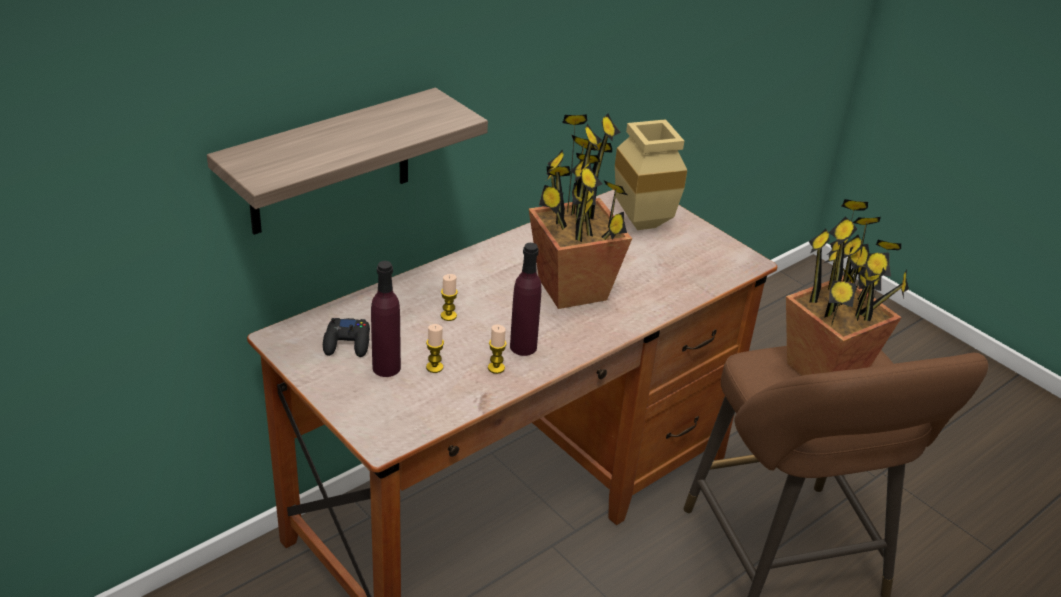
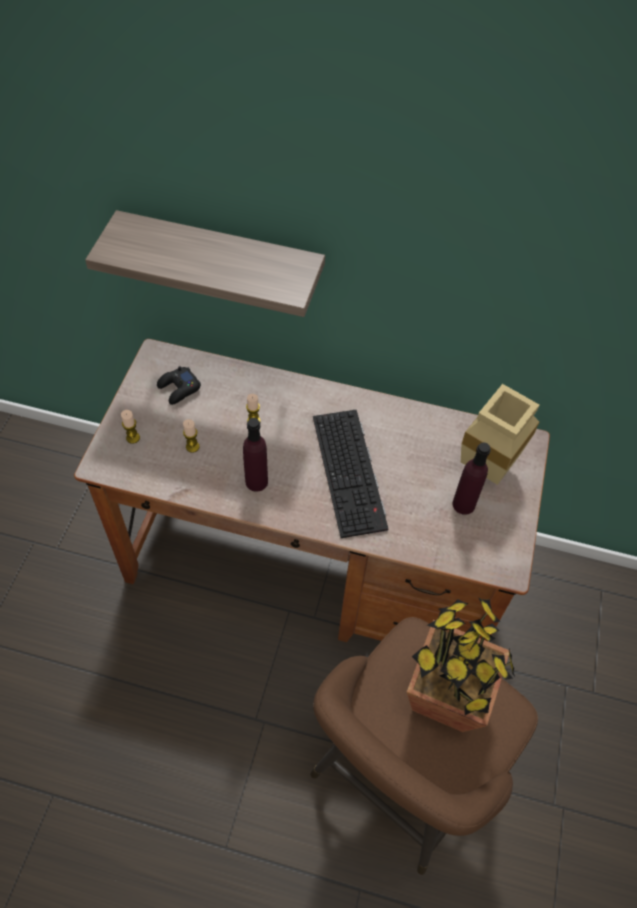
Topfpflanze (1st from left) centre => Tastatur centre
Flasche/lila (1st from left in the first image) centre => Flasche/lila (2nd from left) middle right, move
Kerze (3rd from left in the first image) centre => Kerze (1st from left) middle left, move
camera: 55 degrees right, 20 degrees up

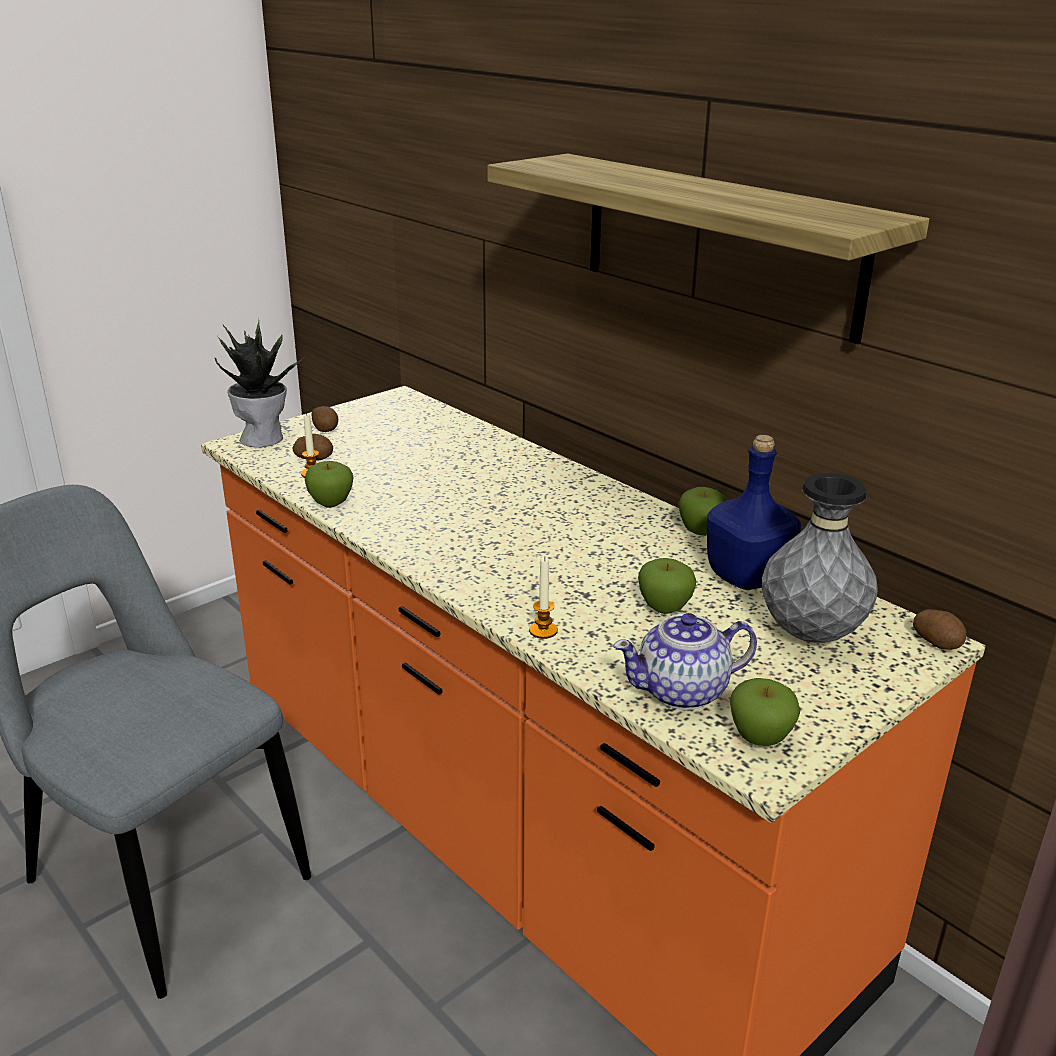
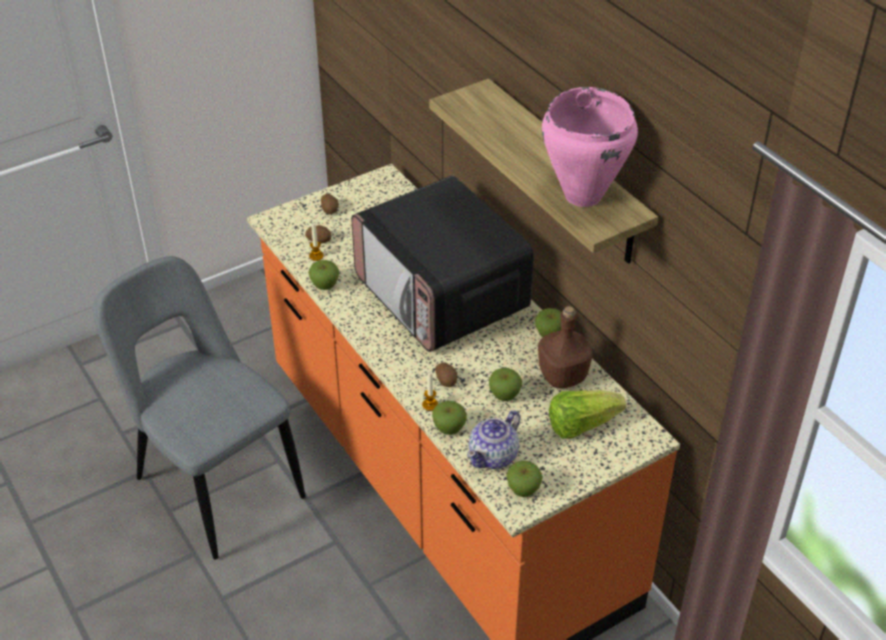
Topfpflanze middle left => nothing
Flasche/blau middle right => Flasche/braun centre
Vase/grau middle right => Salatkopf centre
Kartoffel (3rd from left) middle right => Kartoffel (3rd from left) centre, move
Teekanne centre => Teekanne bottom centre, 45 degrees counterclockwise
nothing => Kochtopf/rosa top centre
nothing => Mikrowelle centre
nothing => Apfel (2nd from left) centre
camera: 10 degrees right, 15 degrees up

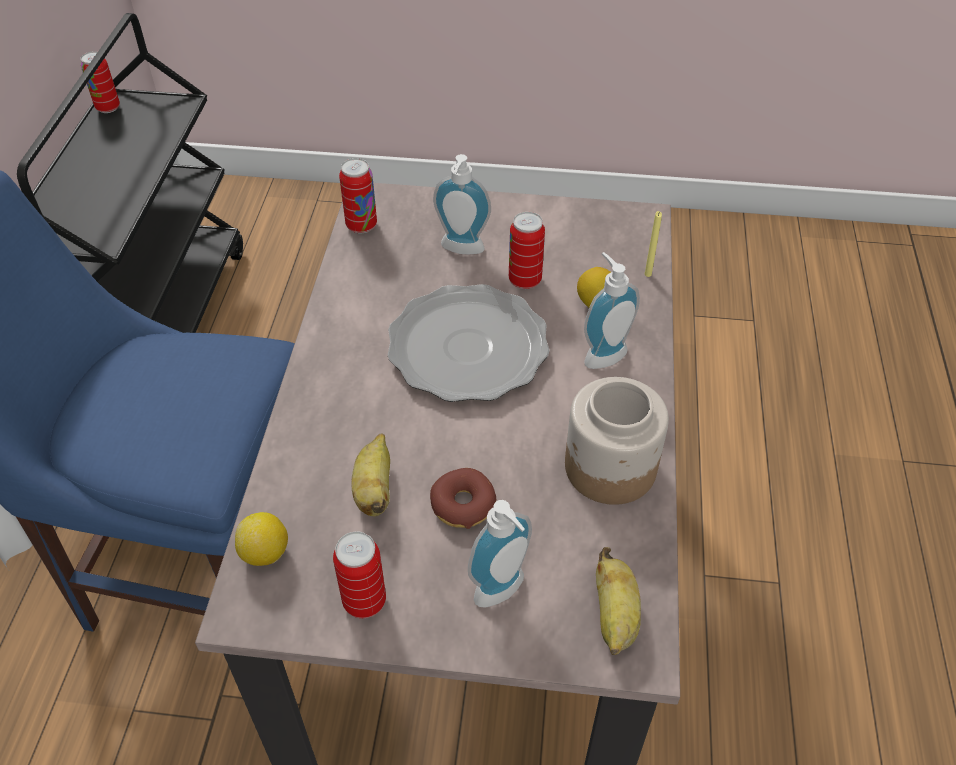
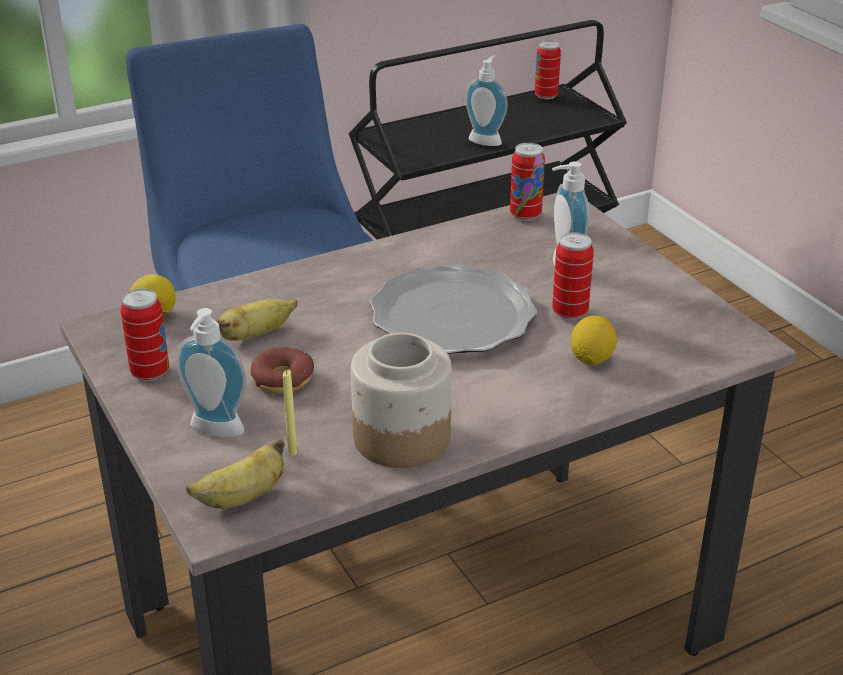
Kerze/gelb top right => Kerze/gelb centre, move
Seifenspender (3rd from left in the first image) centre => Seifenspender (2nd from left) top centre, move
camera: 55 degrees right, 15 degrees down

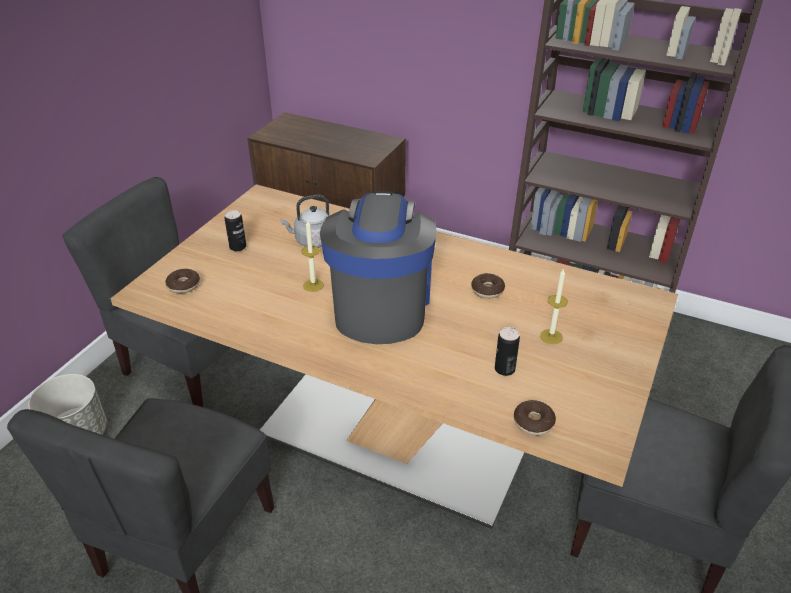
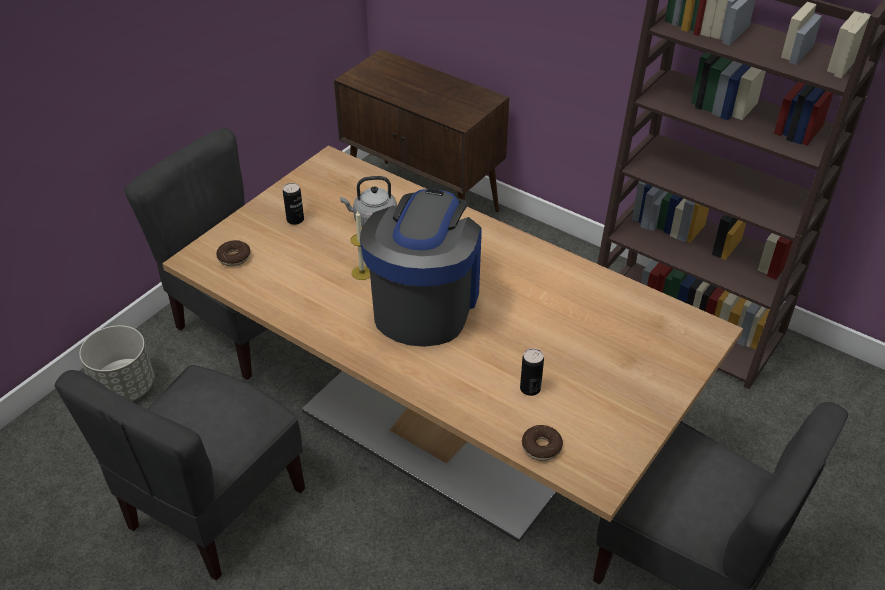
Kerze (2nd from left) middle right => nothing
Donut (2nd from left) centre => nothing
camera: 10 degrees right, 5 degrees up

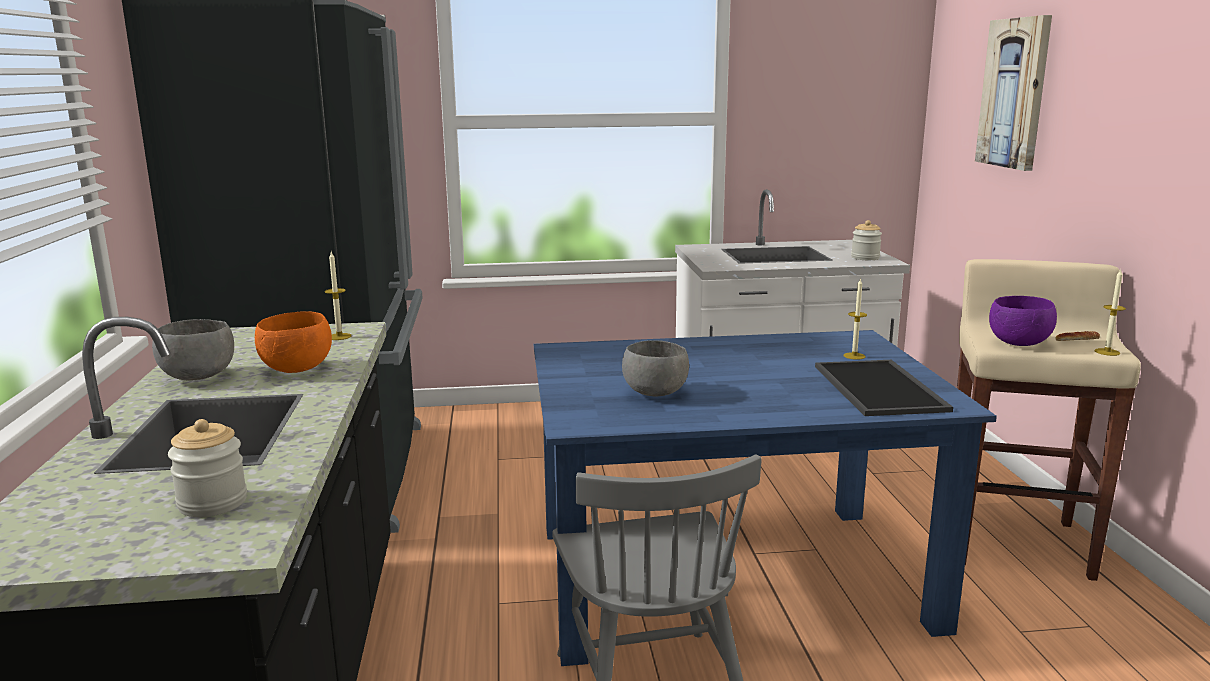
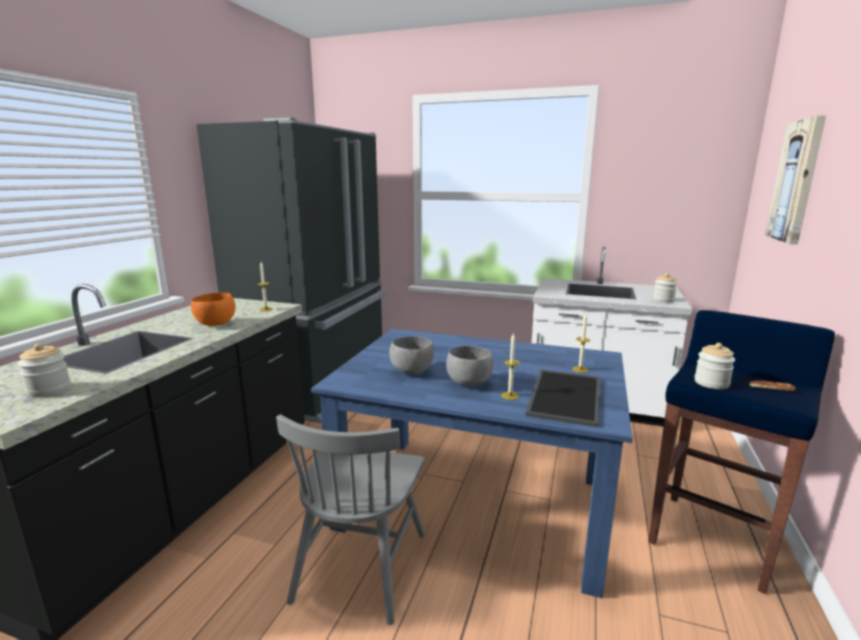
Hocker/beige middle right => Hocker/blau bottom right
Kerze (3rd from left in the first image) middle right => Kerze (2nd from left) centre, move
Schüssel/lila middle right => Vorratsglas (3rd from left) middle right
Schüssel/grau (1st from left in the first image) middle left => Schüssel/grau (2nd from left) centre, move
camera: 25 degrees right, 0 degrees up

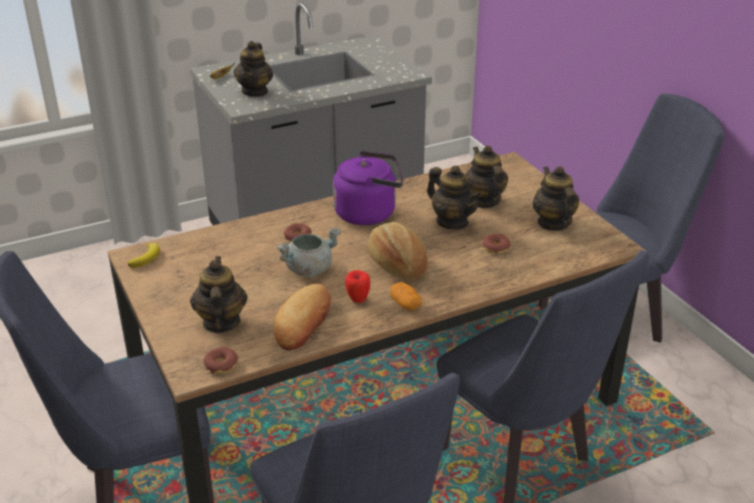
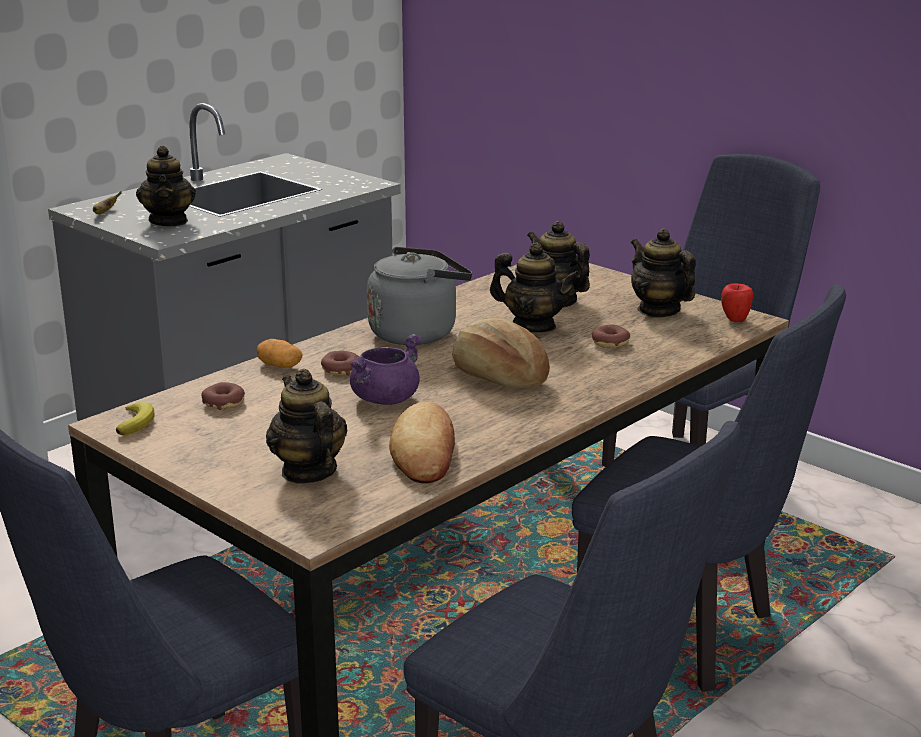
Wasserkessel/lila centre => Wasserkessel/grau centre
Kochtopf/grau centre => Kochtopf/lila centre
Apfel centre => Apfel middle right, move
Kartoffel centre => Kartoffel middle left, move
Donut (1st from left) bottom left => Donut (1st from left) middle left, move
camera: 20 degrees left, 10 degrees down

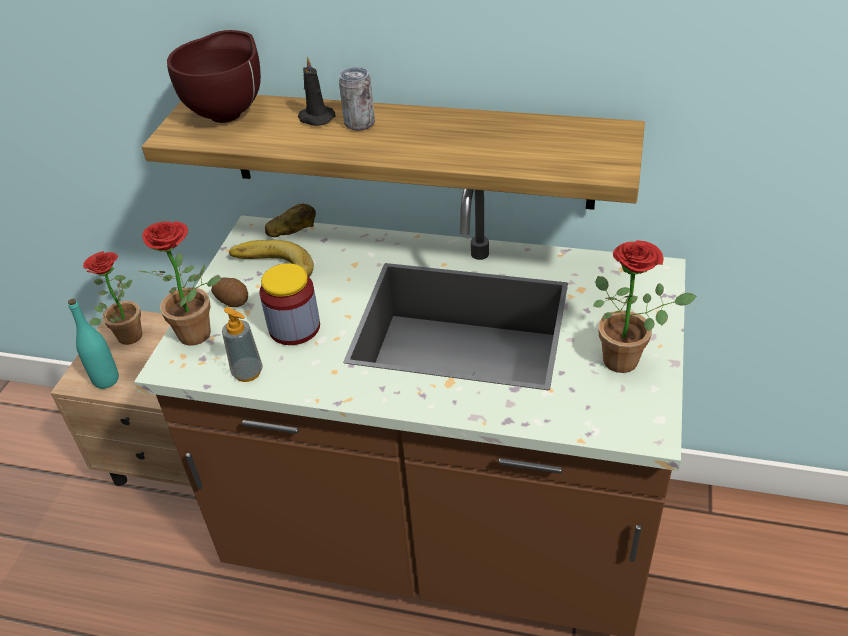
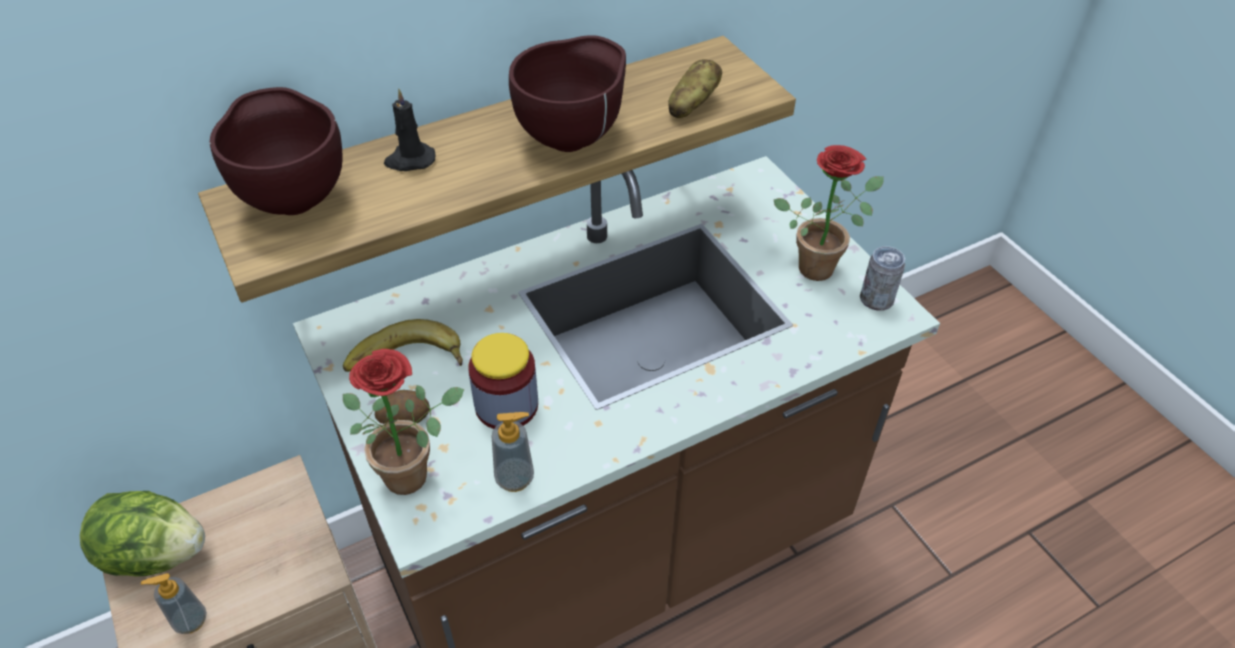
Dose top centre => Dose middle right, move
Kartoffel (2nd from left) centre => Kartoffel (2nd from left) top centre, move
Topfpflanze (1st from left) middle left => Salatkopf bottom left
Flasche/türkis middle left => Seifenspender (1st from left) bottom left
nothing => Schüssel/braun (2nd from left) top centre
camera: 45 degrees left, 5 degrees up

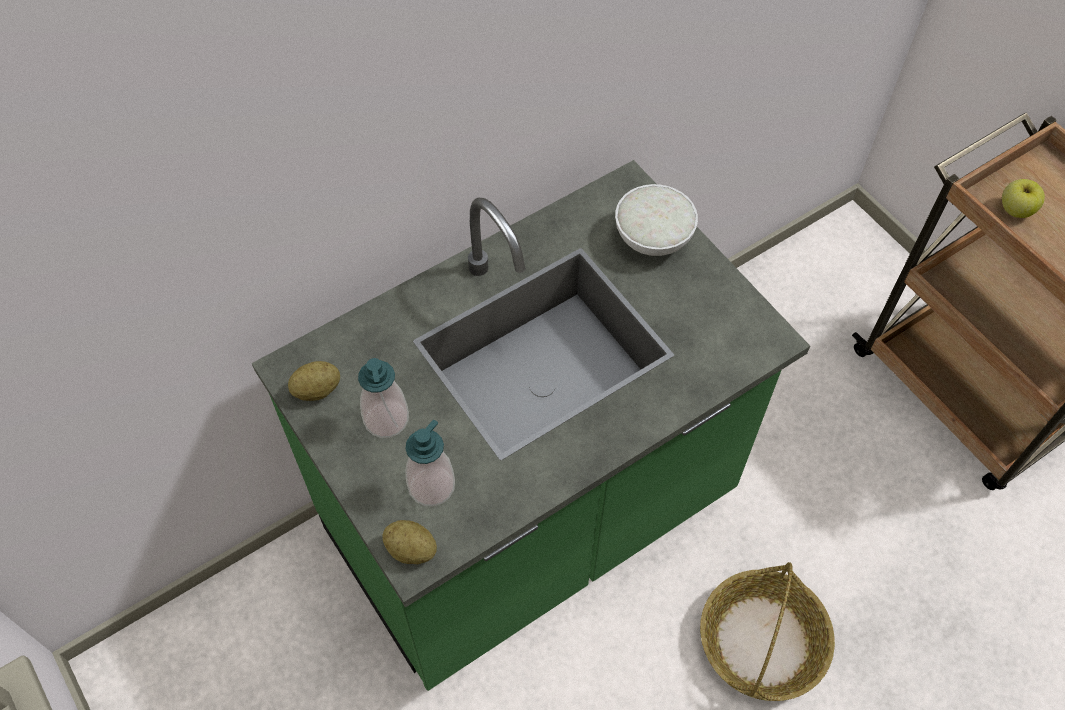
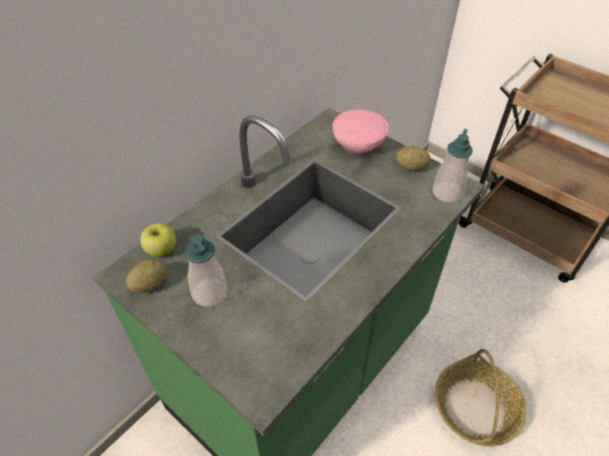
Apfel top right => Apfel middle left, move
Schüssel/weiß top centre => Schüssel/rosa top centre
Seifenspender (2nd from left) centre => Seifenspender (2nd from left) middle right, move
Kartoffel (2nd from left) bottom centre => Kartoffel (2nd from left) middle right, move
camera: 15 degrees left, 10 degrees down

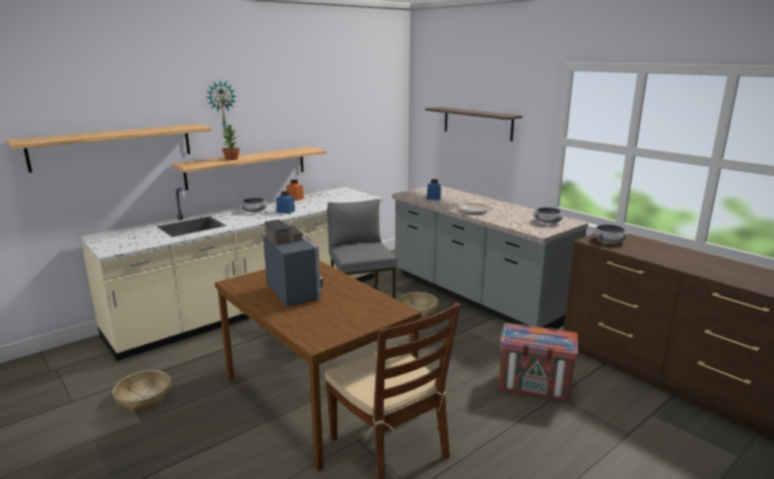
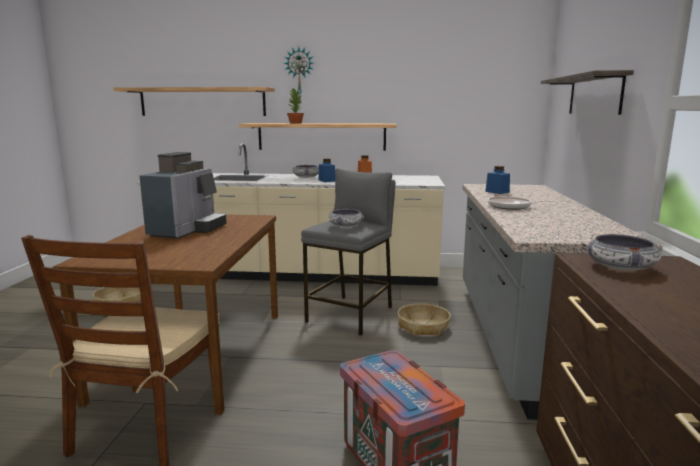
Schüssel (2nd from left) middle right => Schüssel (2nd from left) centre, move
camera: 45 degrees right, 5 degrees down

